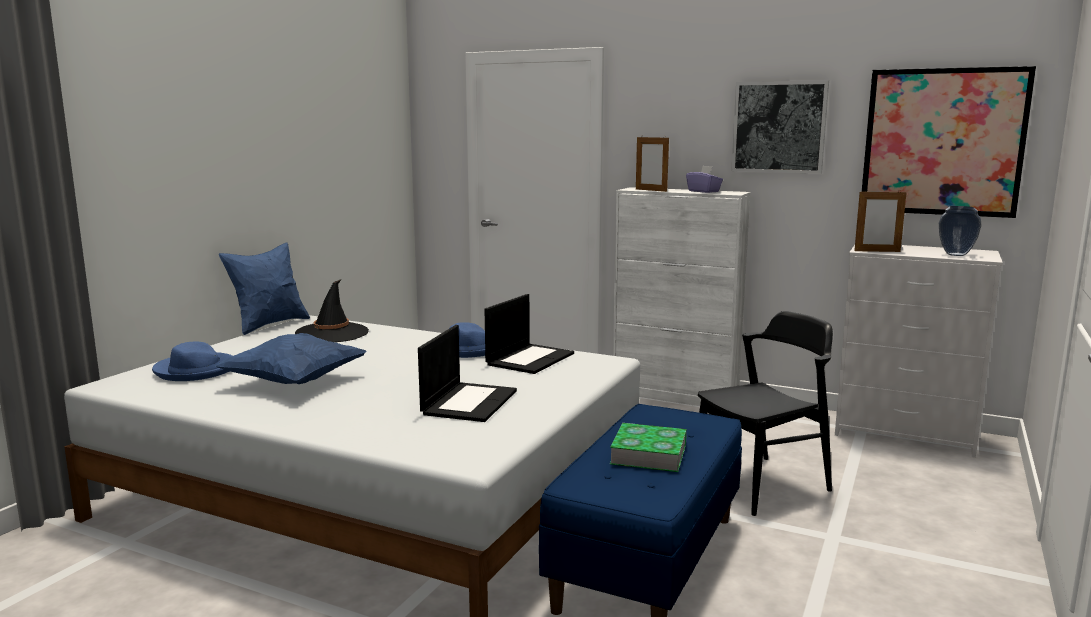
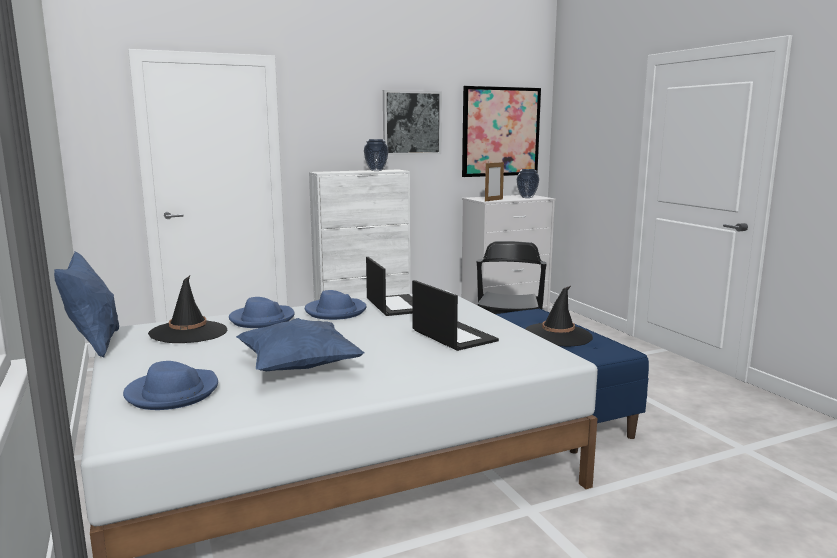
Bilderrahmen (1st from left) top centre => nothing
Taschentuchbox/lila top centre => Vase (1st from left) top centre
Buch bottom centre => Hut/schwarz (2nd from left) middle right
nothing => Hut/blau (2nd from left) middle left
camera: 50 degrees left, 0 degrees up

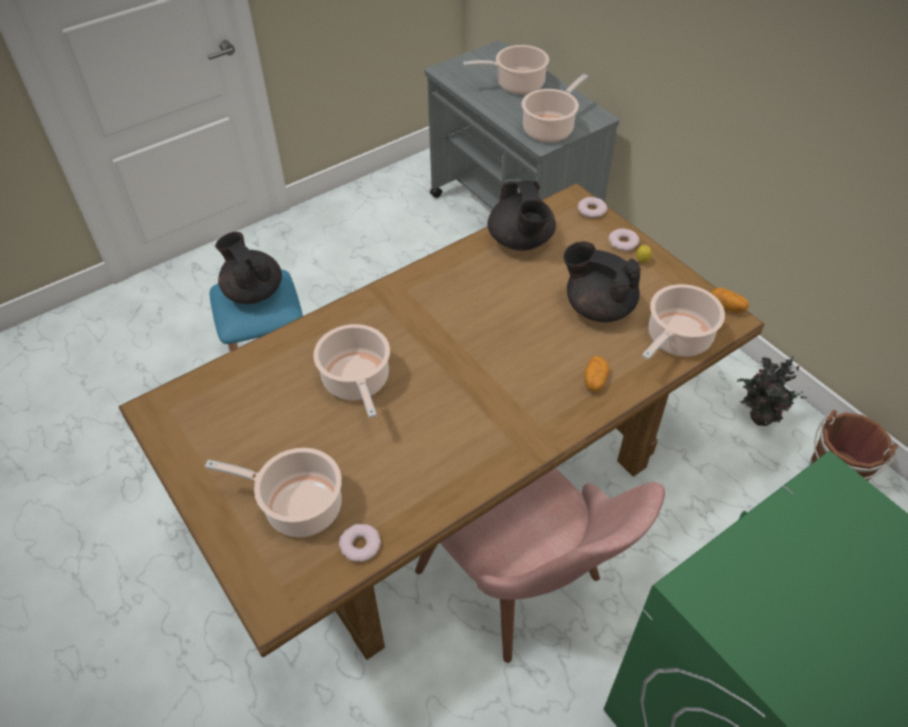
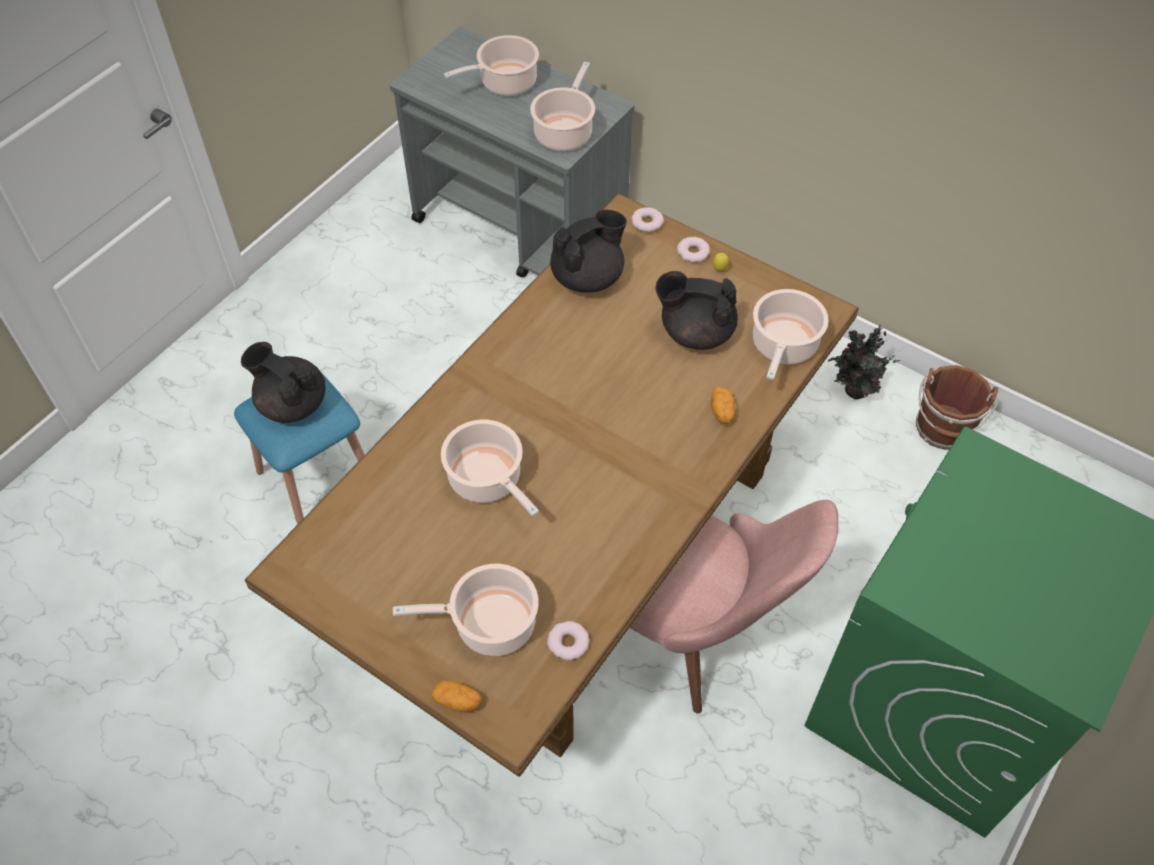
Teekanne/schwarz (2nd from left) top centre, 90 degrees counterclockwise
Kartoffel (2nd from left in the first image) middle right => Kartoffel (1st from left) bottom centre, move
camera: 20 degrees left, 5 degrees up

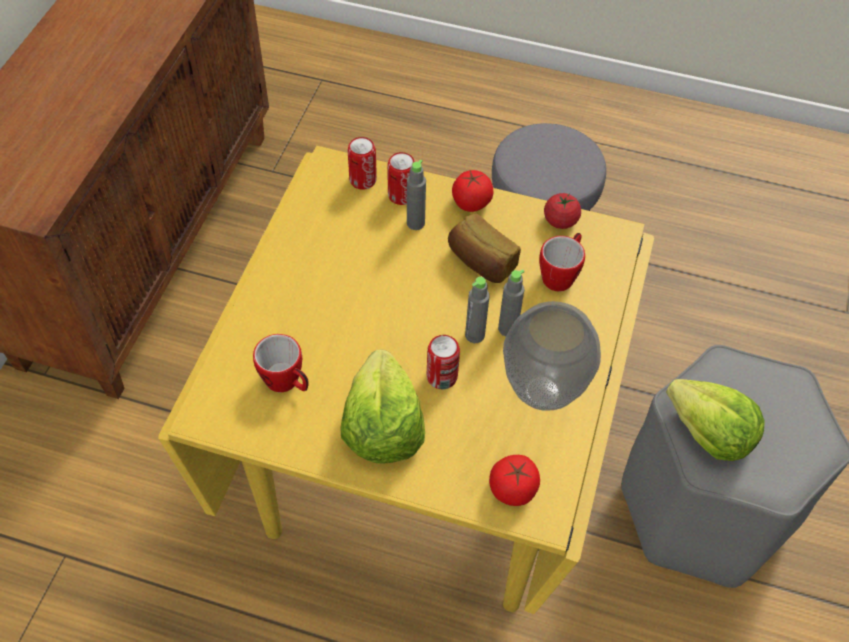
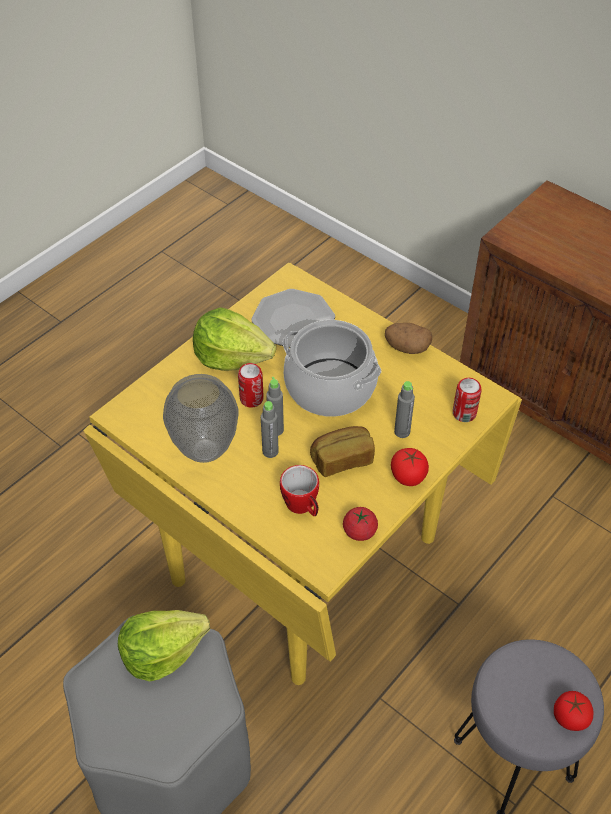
Dose (2nd from left) top centre => nothing
Henkelbecher (1st from left) middle left => Teller centre
Tomate (2nd from left in the first image) bottom centre => Tomate (3rd from left) bottom right, move
nothing => Kochtopf centre
nothing => Kartoffel middle right
camera: 115 degrees right, 5 degrees down

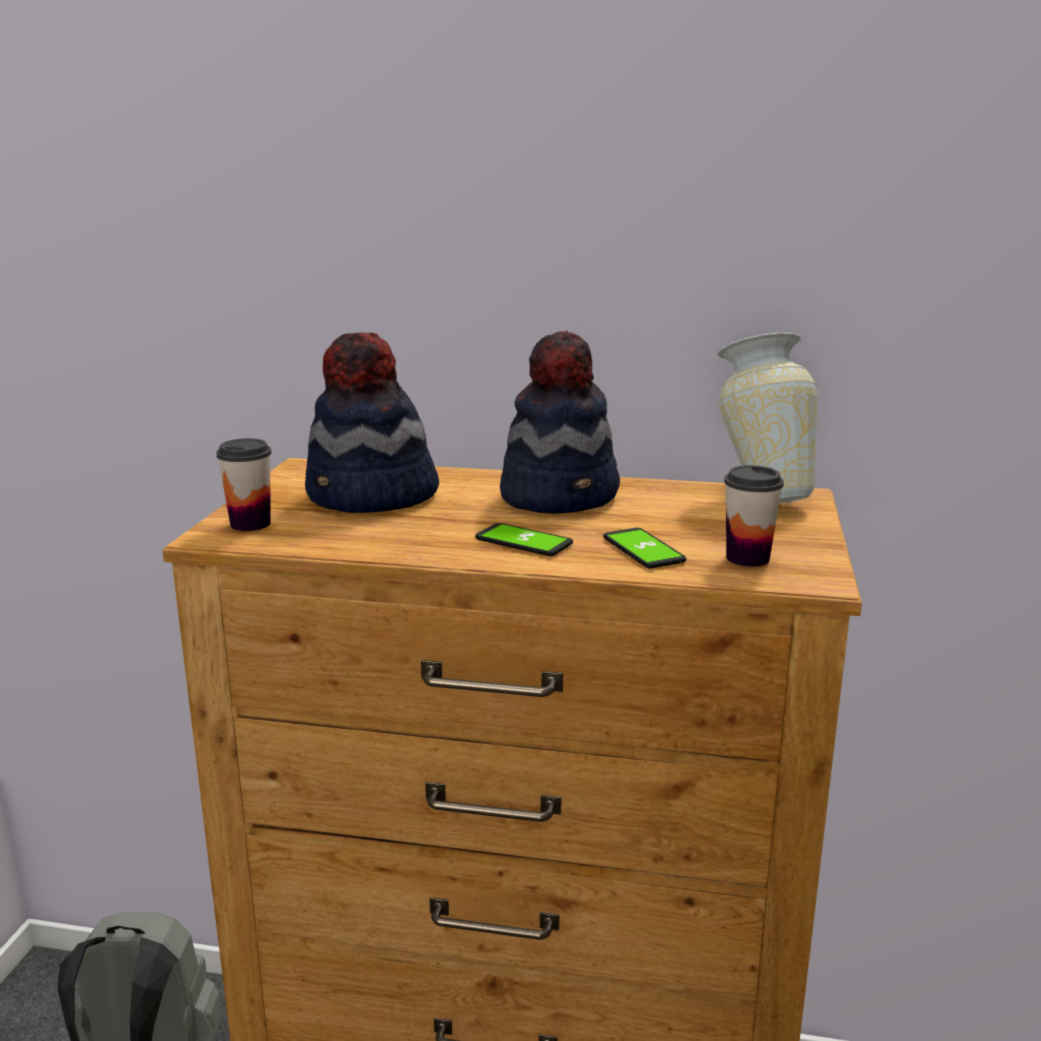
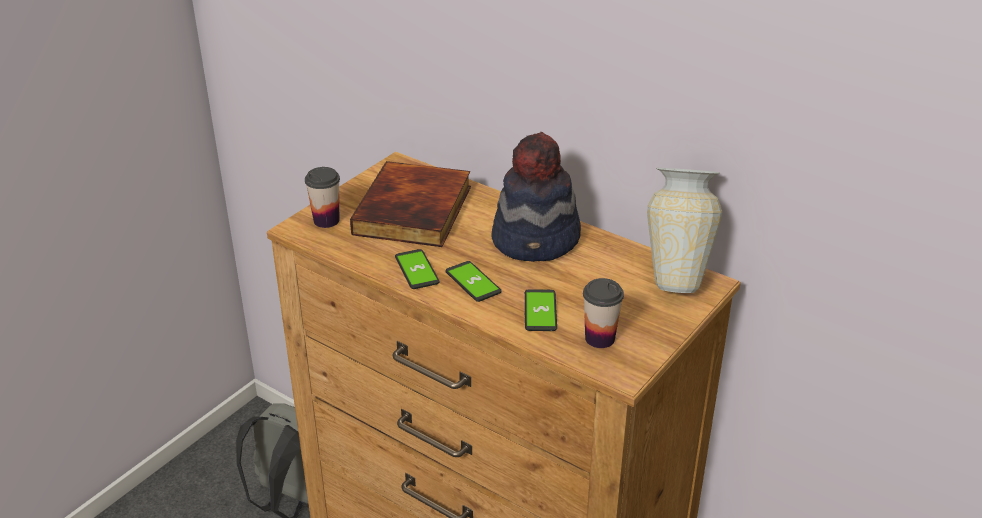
Hut (1st from left) centre => Buch centre
nothing => Handy (1st from left) centre
camera: 25 degrees right, 15 degrees up

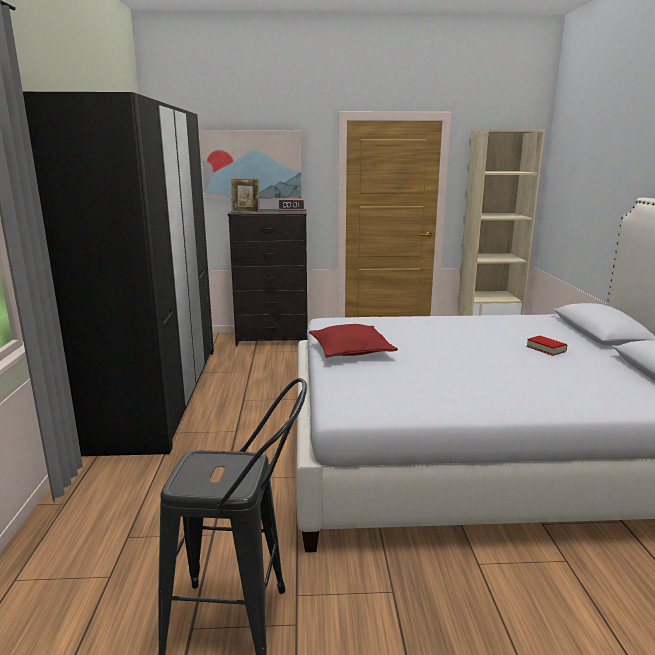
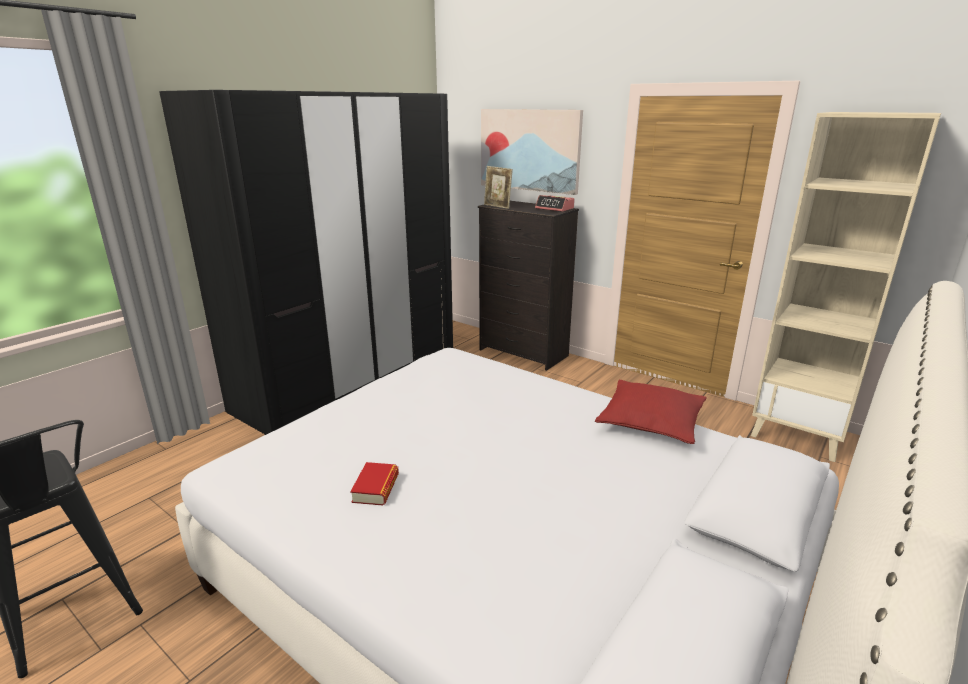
Kissen/rot centre => Kissen/rot middle right, move
Buch middle right => Buch bottom centre, move
camera: 40 degrees right, 5 degrees up

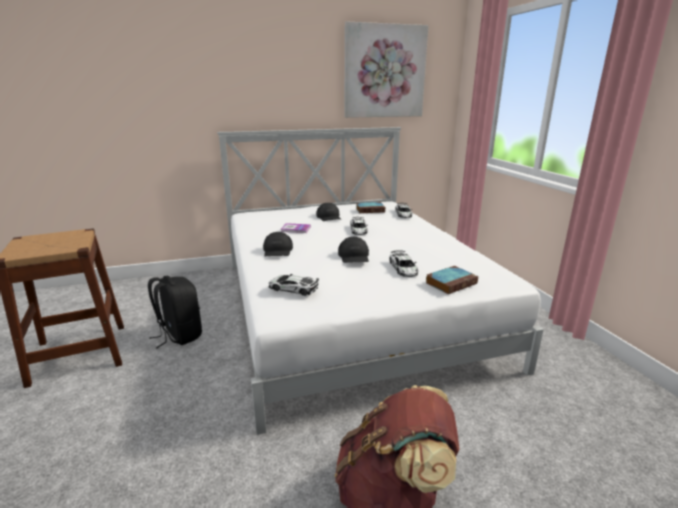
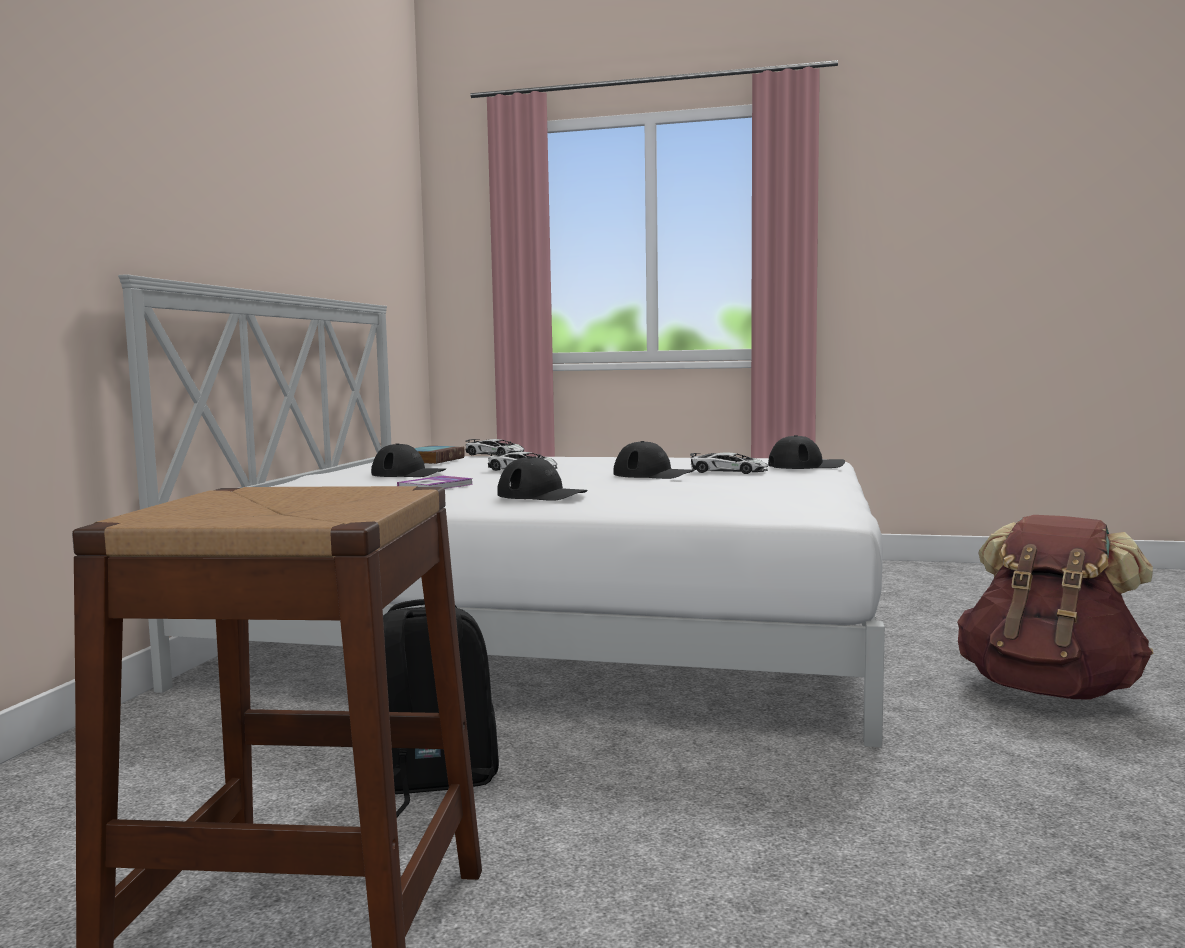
Bild top centre => nothing
Buch (3rd from left) middle right => Kappe/schwarz (4th from left) middle right
Spielzeugauto (1st from left) centre => nothing
camera: 60 degrees left, 15 degrees down

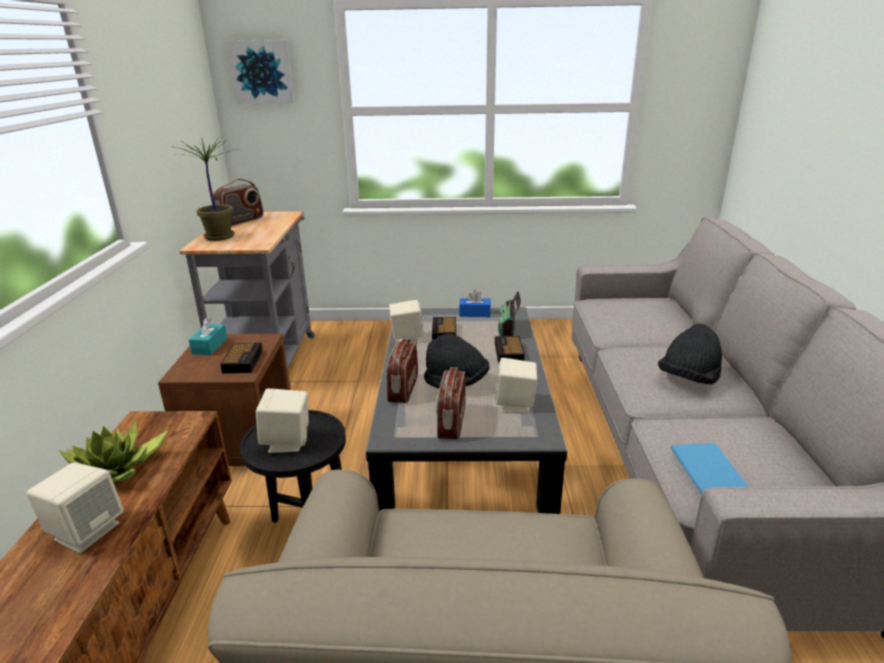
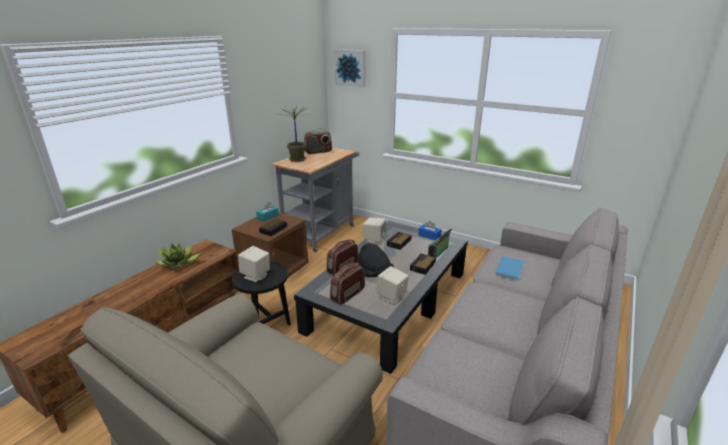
Hut/schwarz (2nd from left) middle right => nothing
Buch/blau bottom right => Buch/blau middle right, move
Lautsprecher/beige (1st from left) bottom left => nothing
camera: 30 degrees right, 0 degrees up

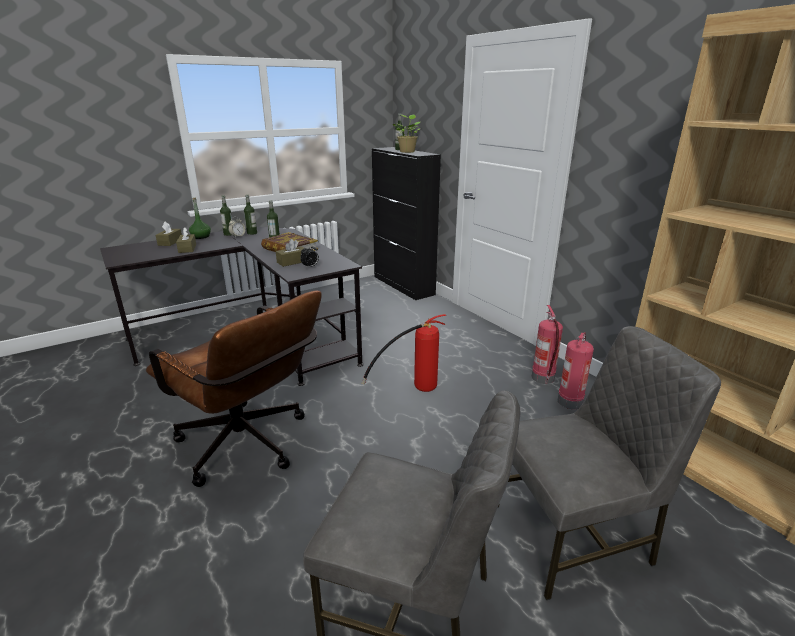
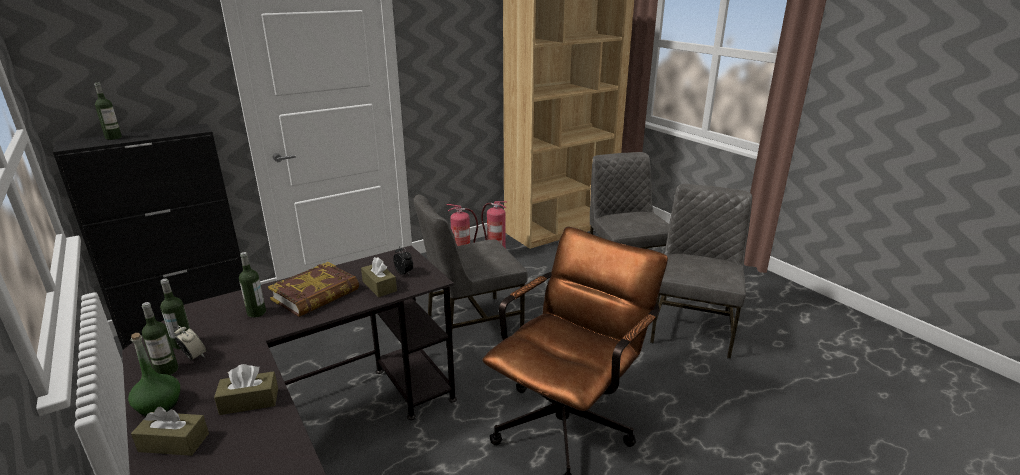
Topfpflanze top centre => nothing
Feuerlöscher (1st from left) centre => Stuhl/grau (1st from left) centre
camera: 90 degrees left, 0 degrees up

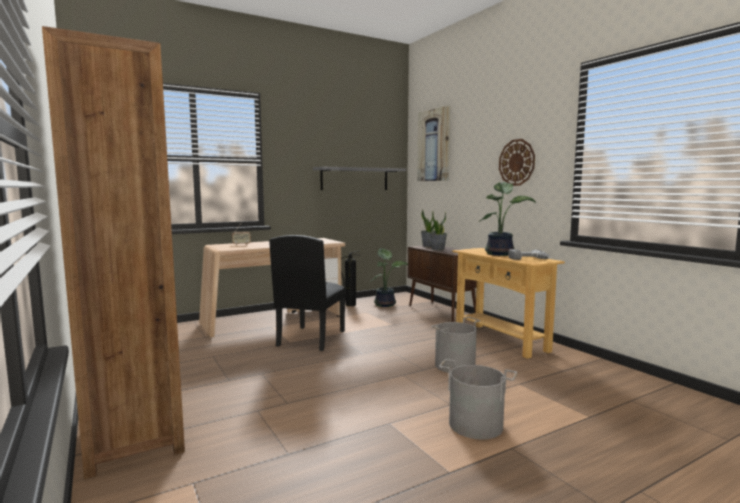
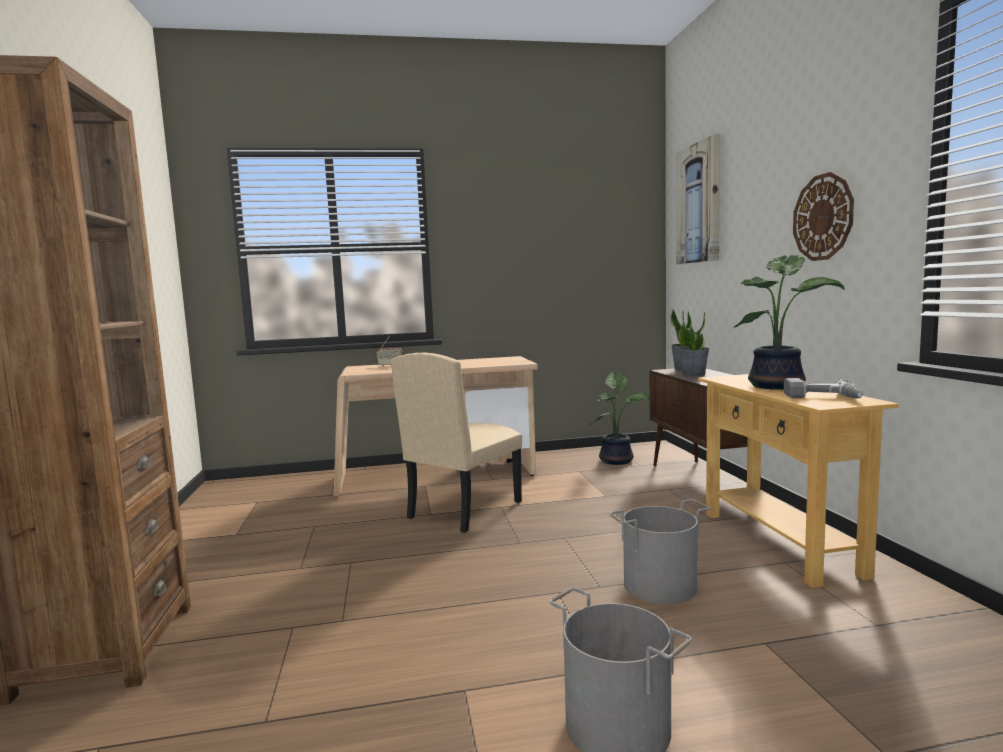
Wandregal/grau centre => nothing
Stuhl/schwarz centre => Stuhl/beige centre
Feuerlöscher centre => nothing
camera: 20 degrees right, 0 degrees up

